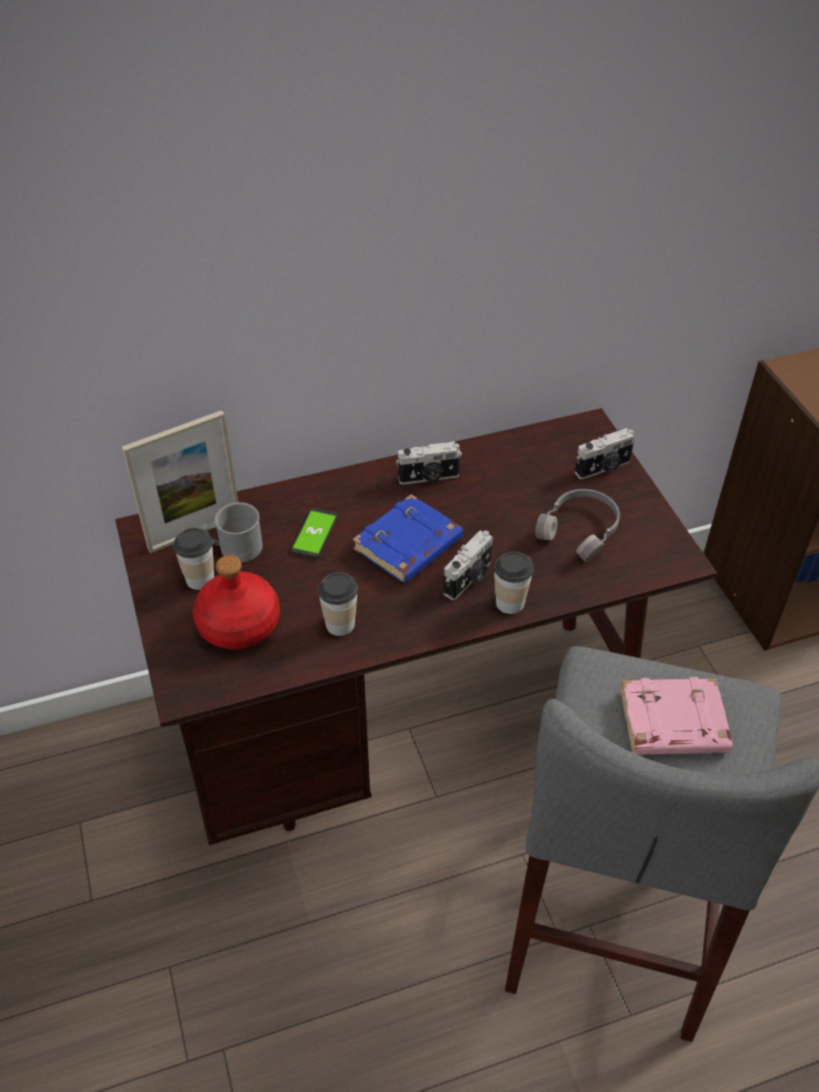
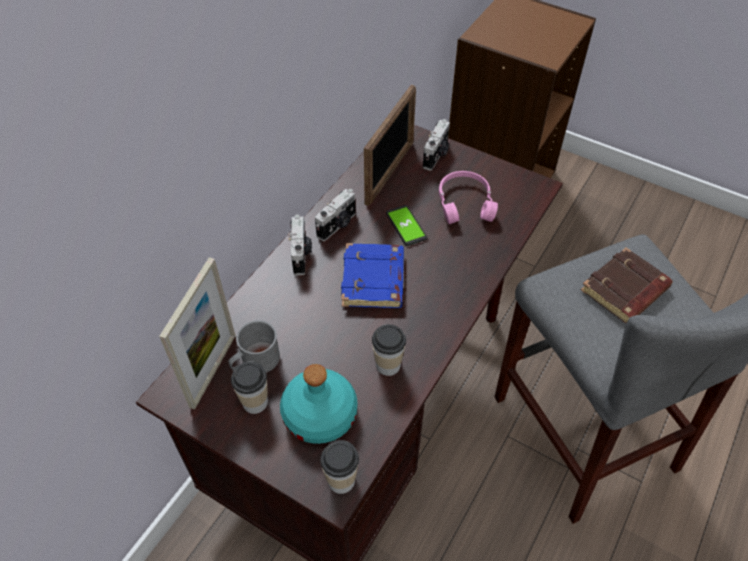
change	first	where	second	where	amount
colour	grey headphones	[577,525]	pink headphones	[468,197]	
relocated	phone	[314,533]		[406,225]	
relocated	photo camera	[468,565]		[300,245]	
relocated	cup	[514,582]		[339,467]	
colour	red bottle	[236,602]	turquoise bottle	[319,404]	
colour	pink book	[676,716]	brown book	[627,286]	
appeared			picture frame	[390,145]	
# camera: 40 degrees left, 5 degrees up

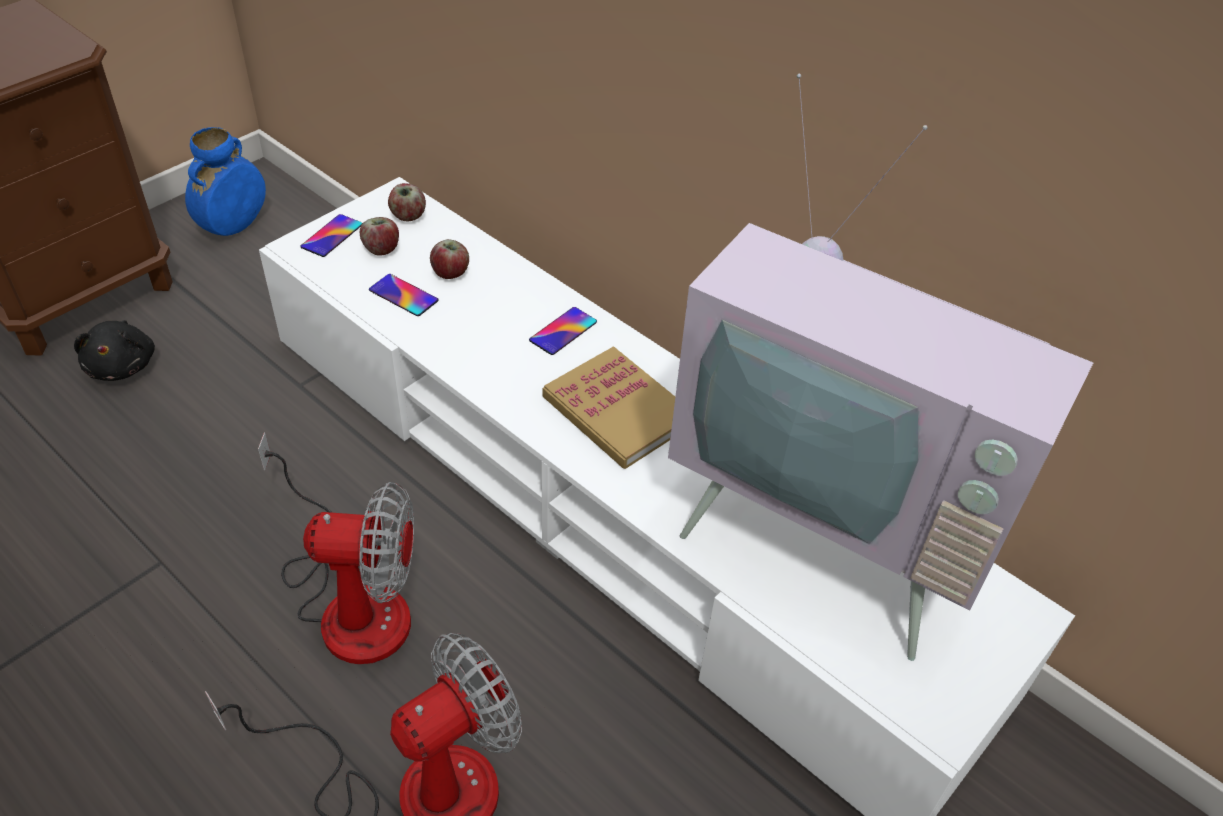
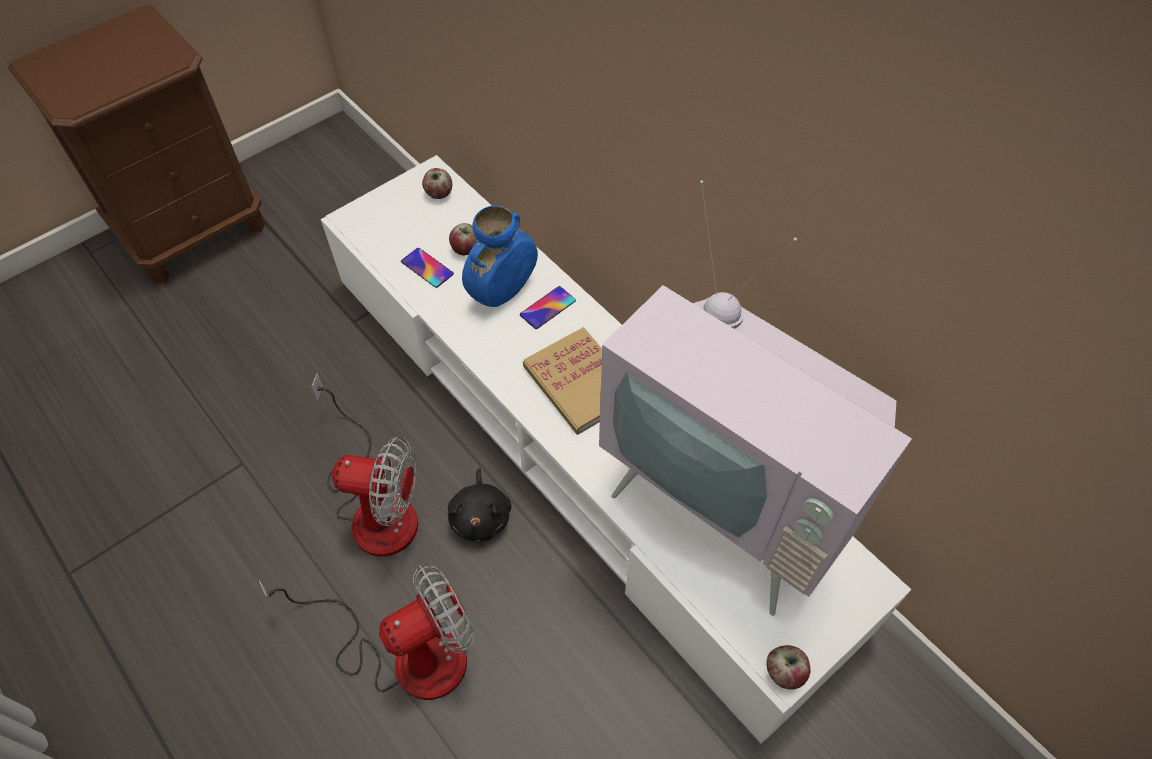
change	first	where	second	where	amount
relocated	blue vase	[225,181]		[500,256]	
missing	phone	[331,235]			
relocated	apple	[379,236]		[788,667]	
relocated	black plush toy	[114,350]		[479,505]	
# camera: 10 degrees right, 10 degrees up

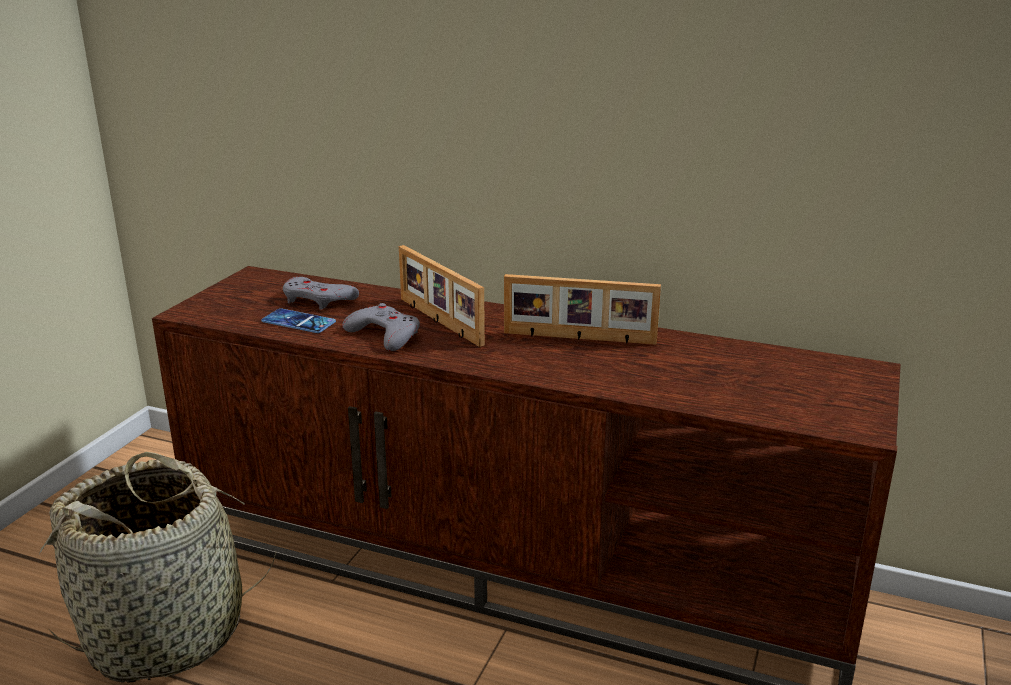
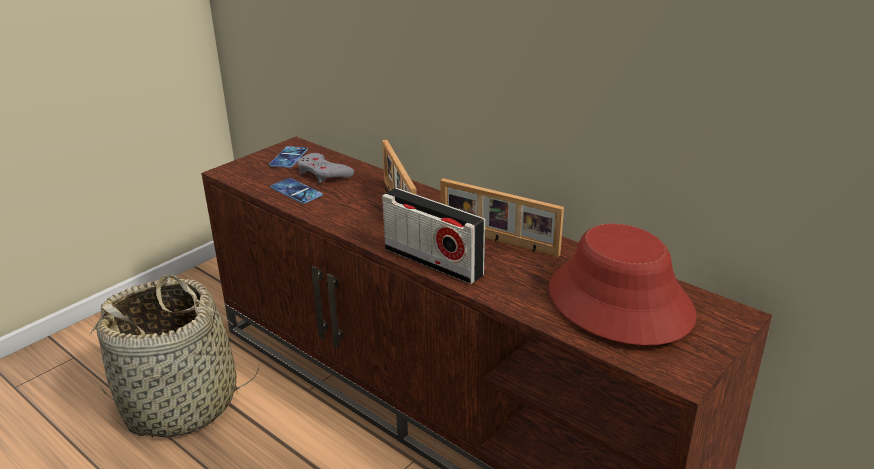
change	first	where	second	where	amount
missing	grey game controller	[381,327]			
appeared			phone	[288,157]	
appeared			radio	[433,236]	
appeared			red hat	[623,284]	
# camera: 20 degrees right, 5 degrees up

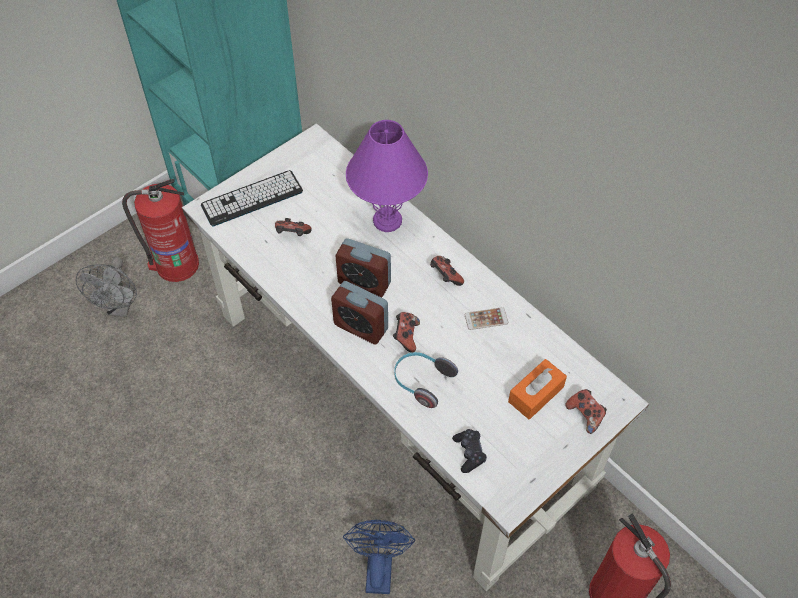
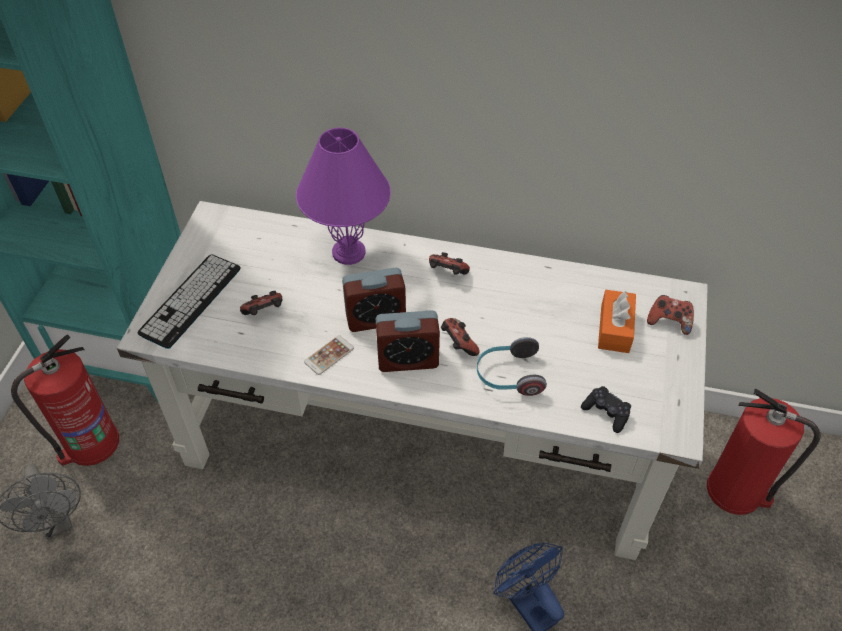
change	first	where	second	where	amount
relocated	phone	[486,318]		[329,355]	
# camera: 35 degrees left, 5 degrees down

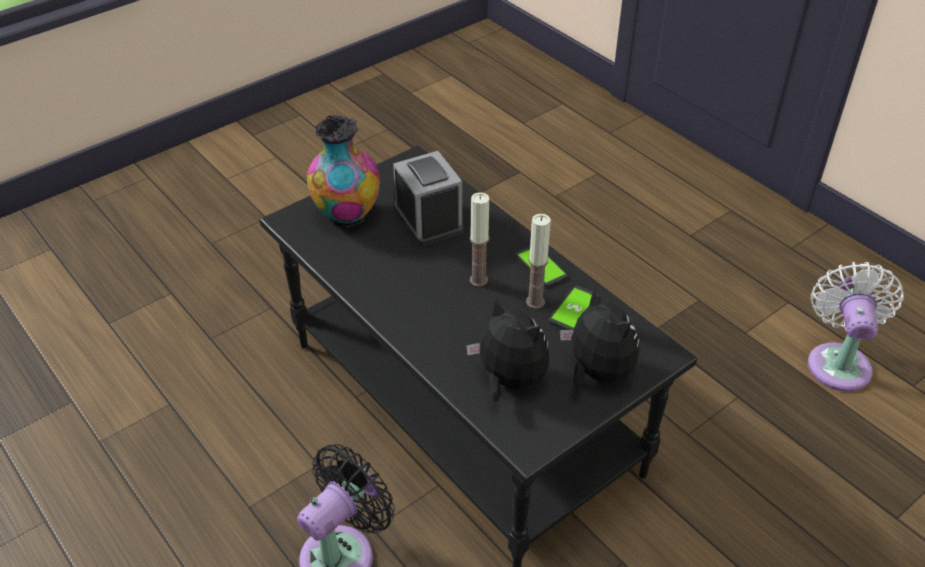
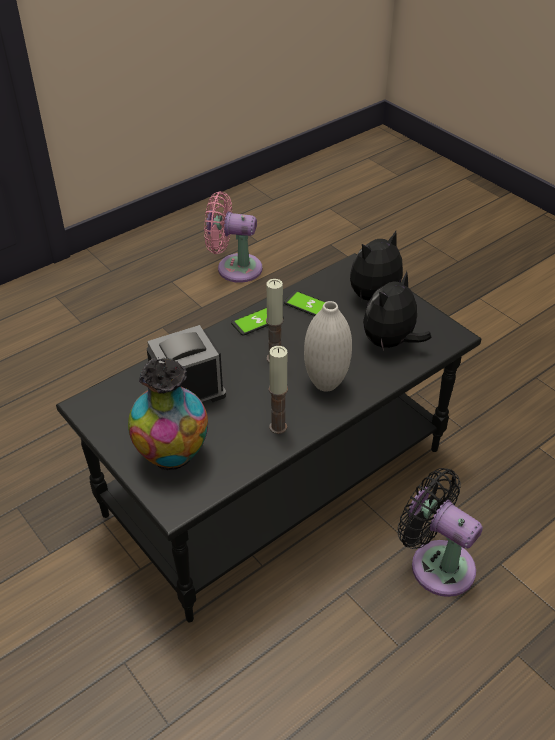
change	first	where	second	where	amount
relocated	candle	[538,261]		[278,390]	
colour	white fan	[856,327]	pink fan	[233,237]	
appeared			white vase	[328,346]	
# camera: 90 degrees left, 0 degrees up

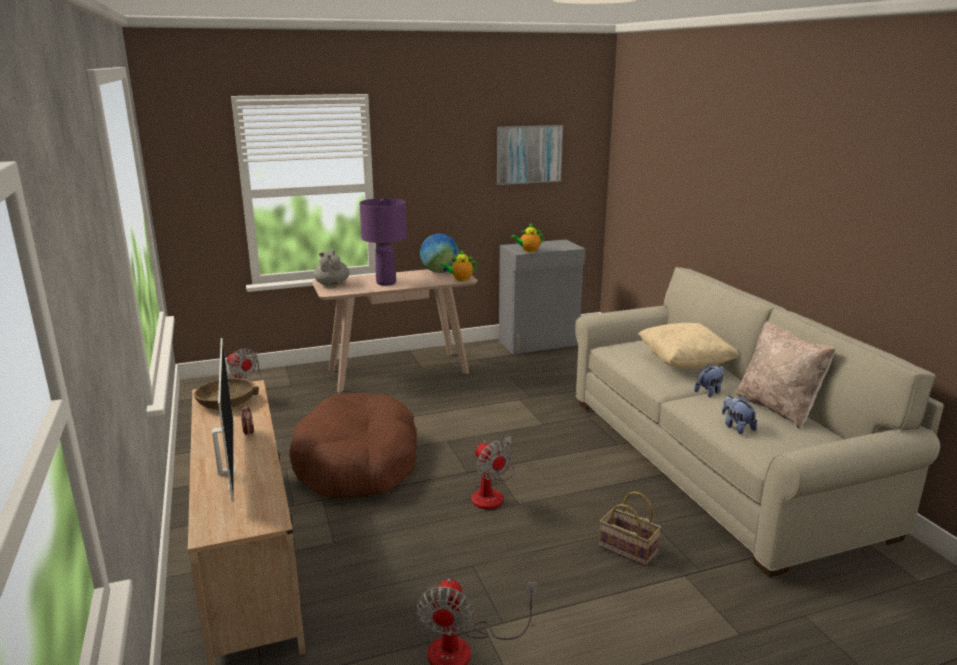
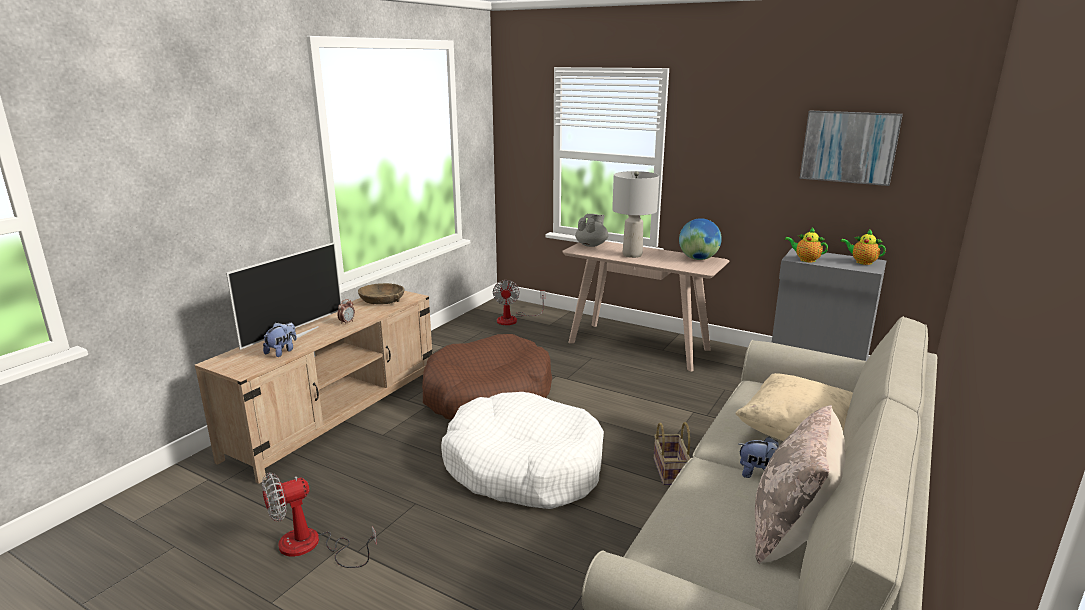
change	first	where	second	where	amount
colour	purple table lamp	[383,241]	grey table lamp	[635,214]	
relocated	teapot	[458,265]		[863,247]	
relocated	plush toy	[739,415]		[280,339]	
exchanged	fan	[493,472]	white dog bed	[522,450]	
relocated	basket	[630,529]		[672,453]	
# camera: 50 degrees right, 0 degrees up

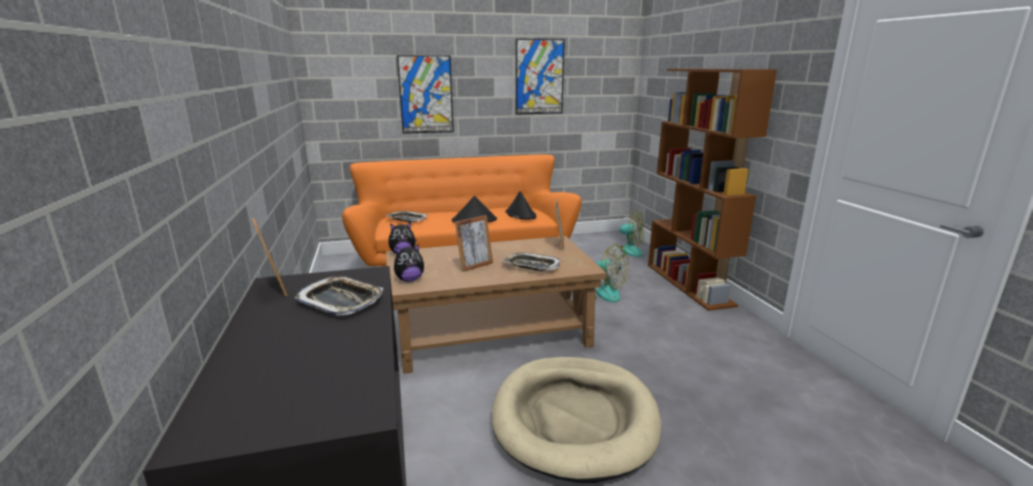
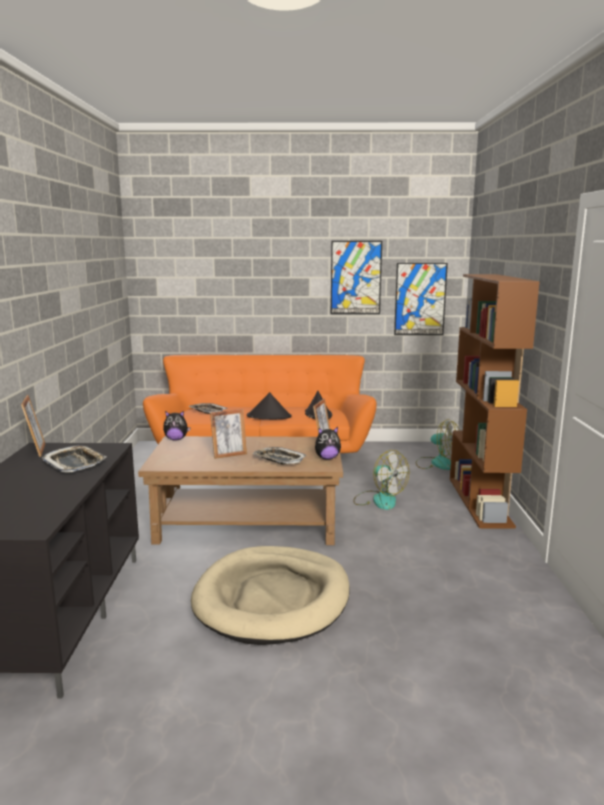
change	first	where	second	where	amount
relocated	picture	[425,94]		[421,299]	
relocated	plush toy	[409,263]		[328,443]	
# camera: 15 degrees right, 5 degrees down

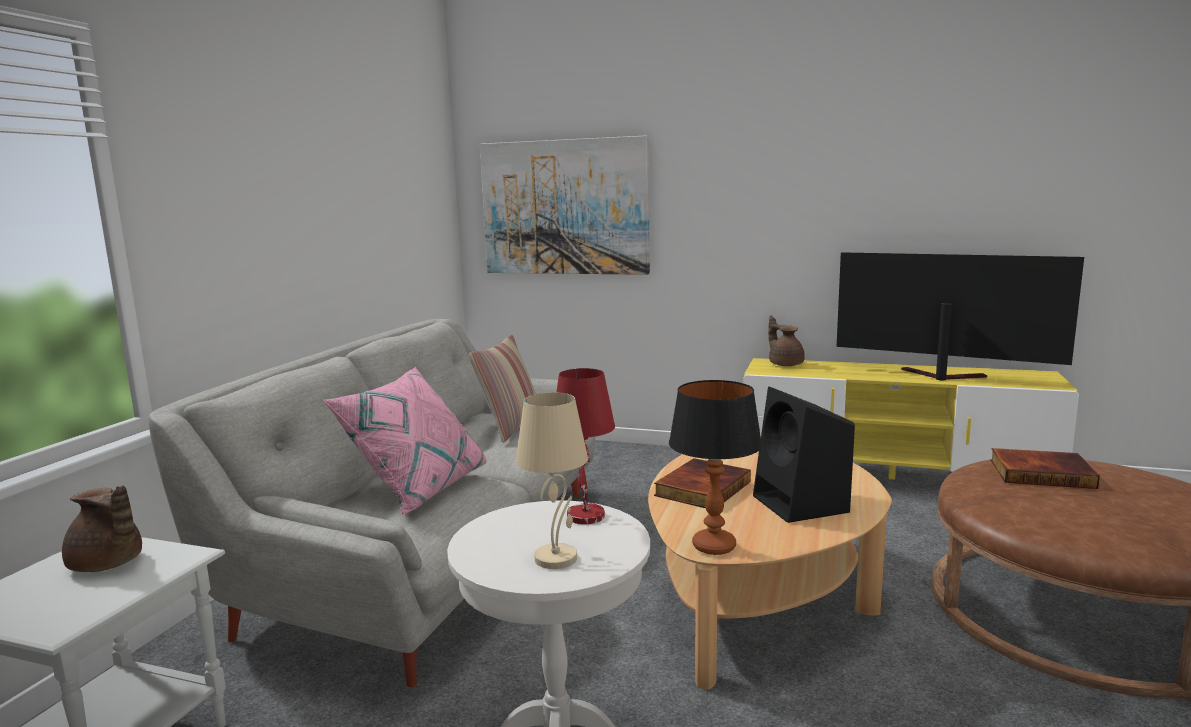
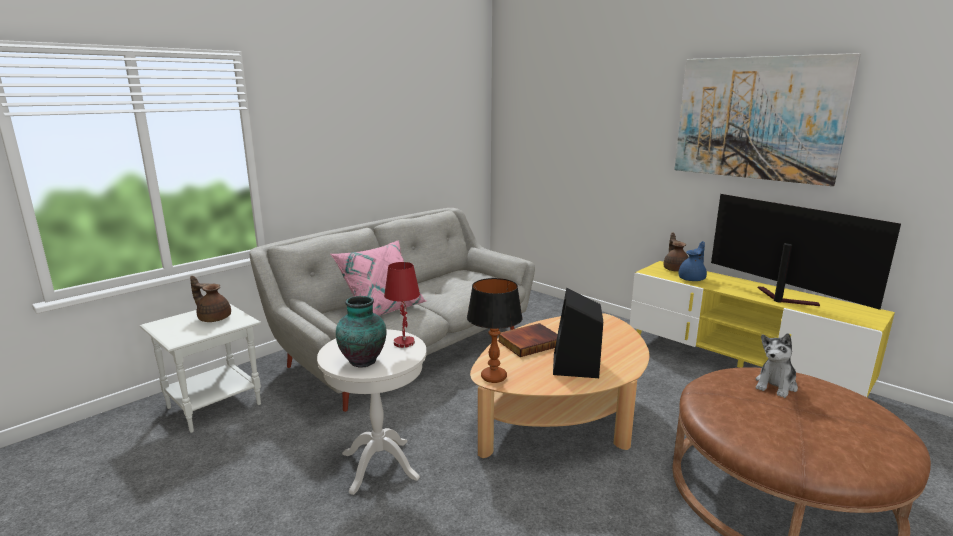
change	first	where	second	where	amount
relocated	picture	[565,205]		[767,119]	
missing	pillow	[502,389]			
exchanged	beige table lamp	[552,480]	vase	[361,332]	
exchanged	book	[1045,468]	plush toy	[777,365]	
spun	brown teapot	[102,528]		[210,299]	150 degrees clockwise
appeared			blue teapot	[693,261]	
# camera: 25 degrees right, 5 degrees up

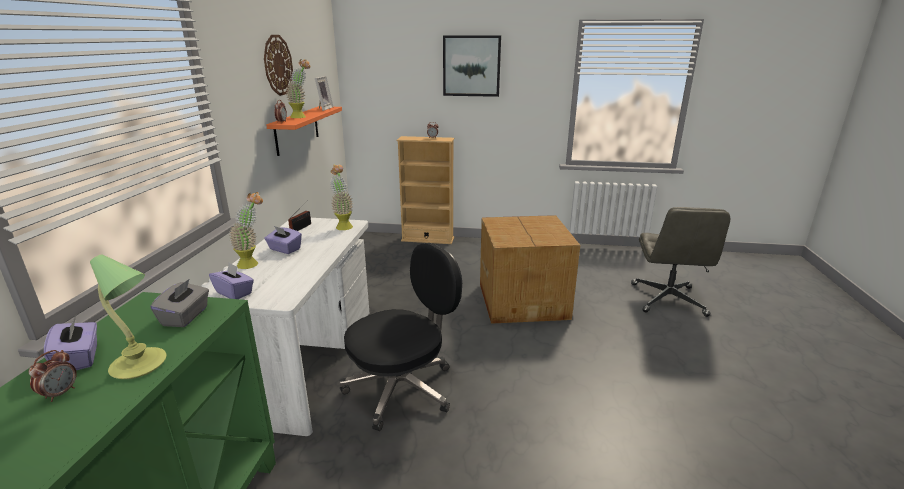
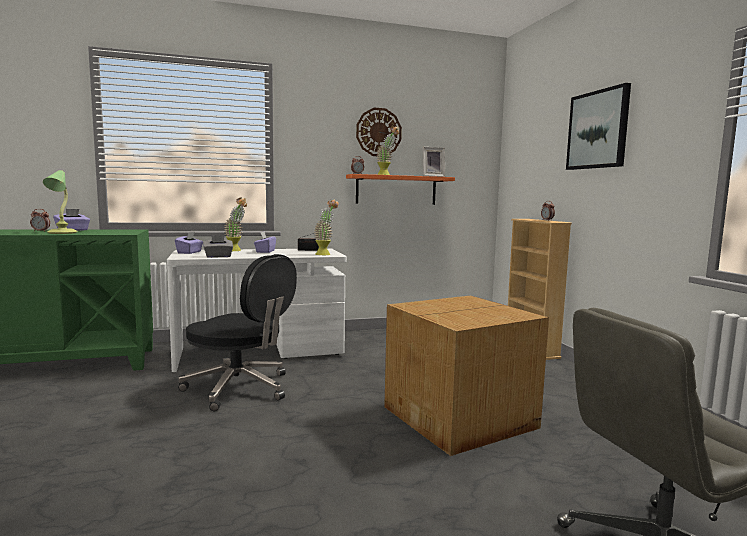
change	first	where	second	where	amount
relocated	grey tissue box	[179,303]		[218,246]	
# camera: 65 degrees right, 15 degrees down

